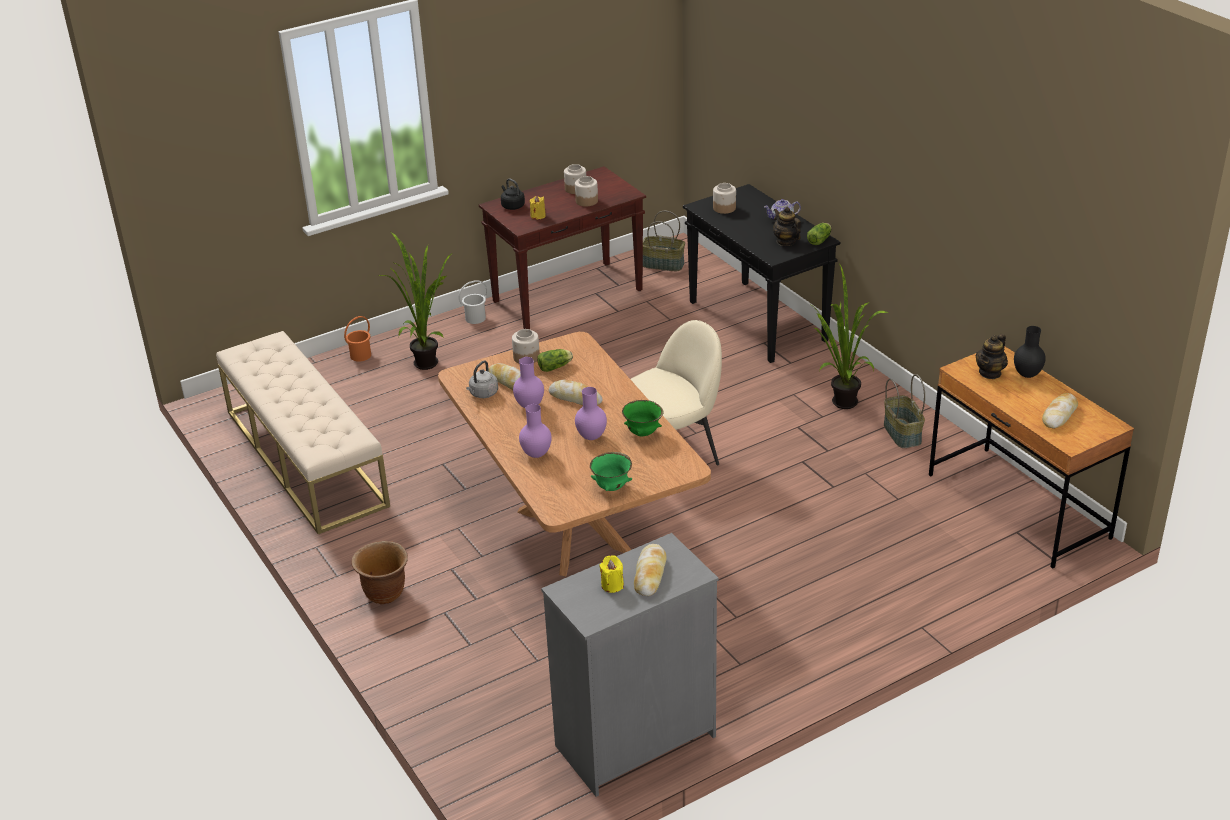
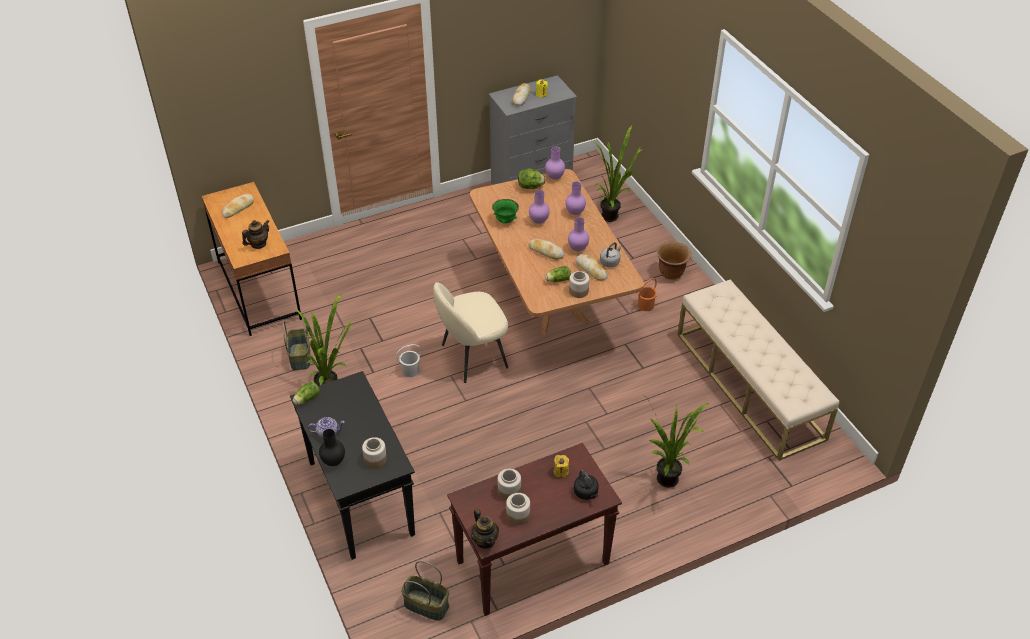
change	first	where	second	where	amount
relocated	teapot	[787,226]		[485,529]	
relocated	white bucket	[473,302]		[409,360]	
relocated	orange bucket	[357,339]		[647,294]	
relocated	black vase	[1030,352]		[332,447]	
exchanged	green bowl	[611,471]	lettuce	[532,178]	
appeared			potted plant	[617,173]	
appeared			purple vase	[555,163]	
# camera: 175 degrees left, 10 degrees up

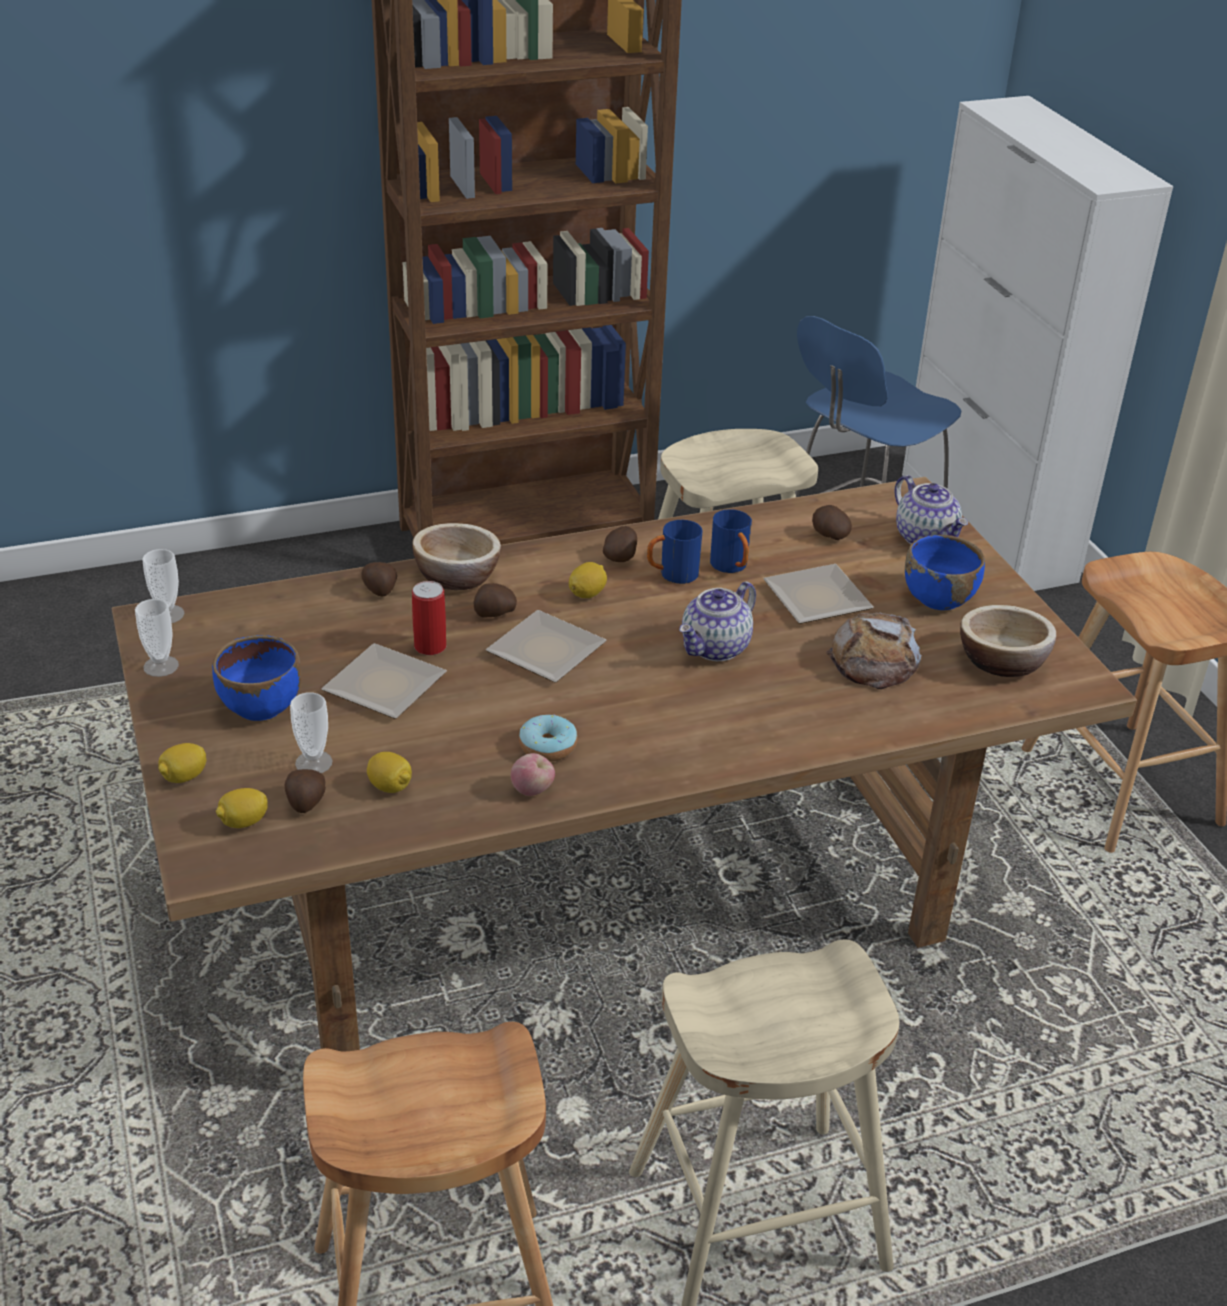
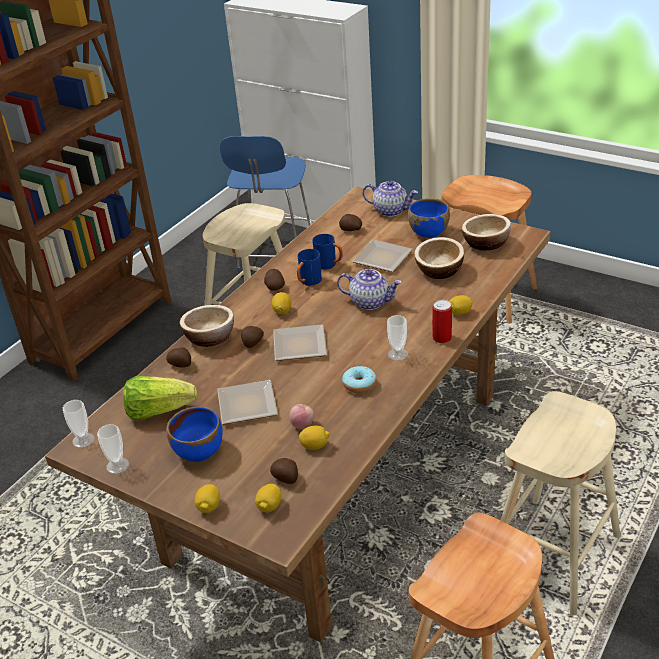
change	first	where	second	where	amount
relocated	can	[429,618]		[442,321]	
spun	teapot	[717,621]		[369,289]	75 degrees counterclockwise
exchanged	bread	[874,651]	bowl	[439,258]	
relocated	cup	[311,733]		[397,338]	
relocated	apple	[533,774]		[302,416]	
appeared			lemon	[460,305]	
appeared			lettuce	[160,398]	
# camera: 35 degrees left, 0 degrees up

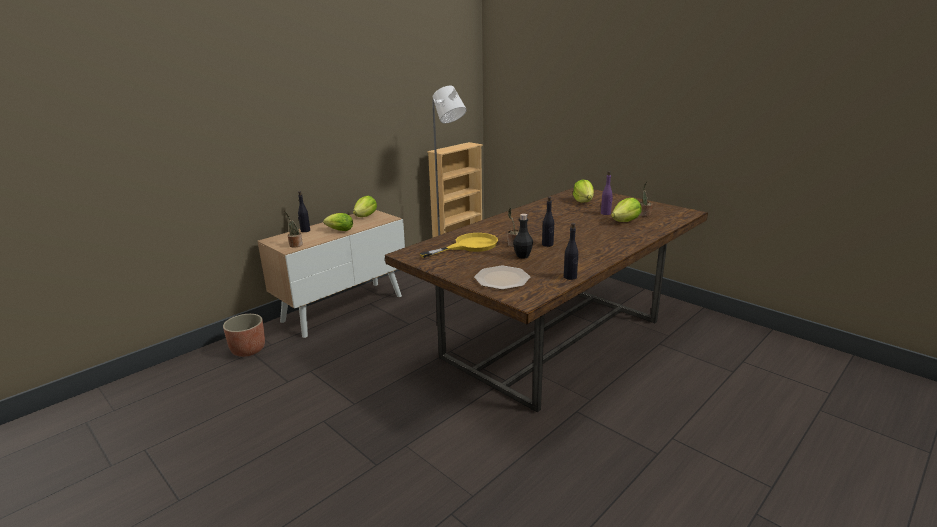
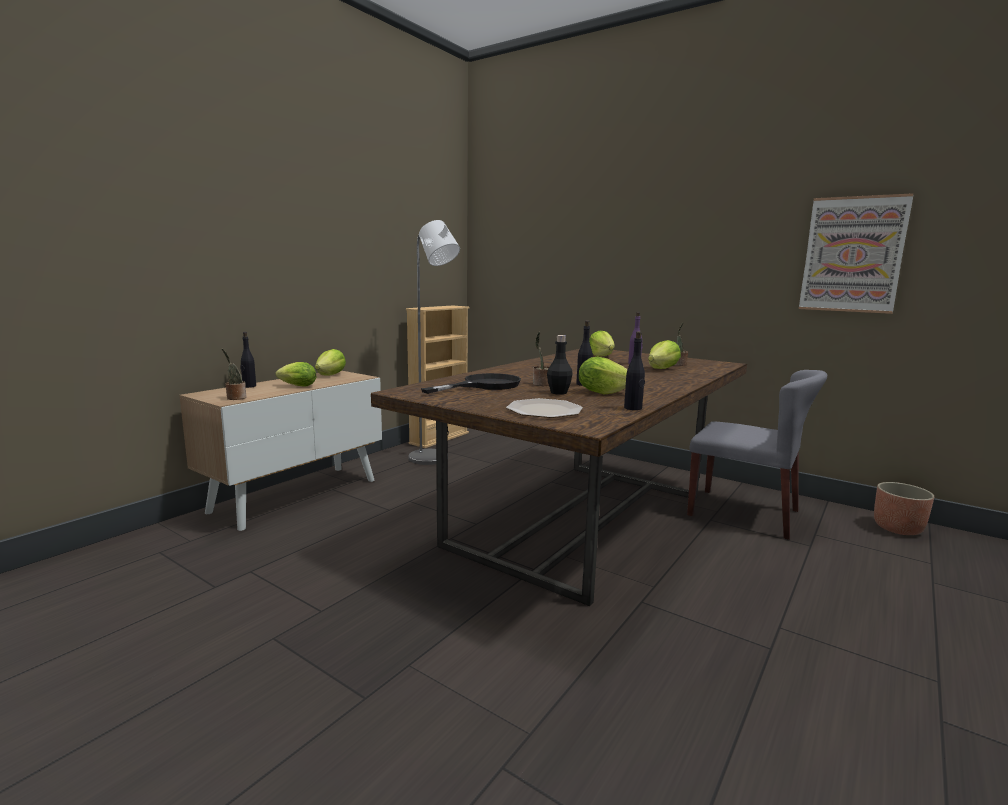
change	first	where	second	where	amount
colour	yellow frying pan	[458,245]	black frying pan	[471,383]	
relocated	planter	[244,335]		[904,508]	
appeared			picture	[856,253]	
appeared			lettuce	[603,376]	
appeared			grey chair	[757,455]	
# camera: 10 degrees left, 10 degrees down

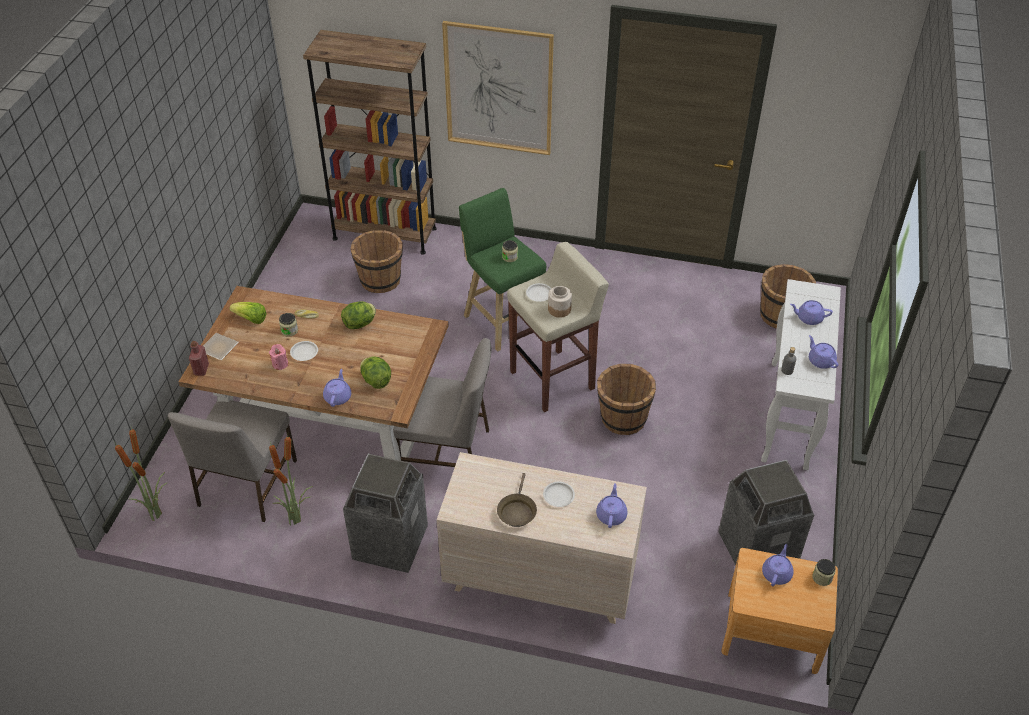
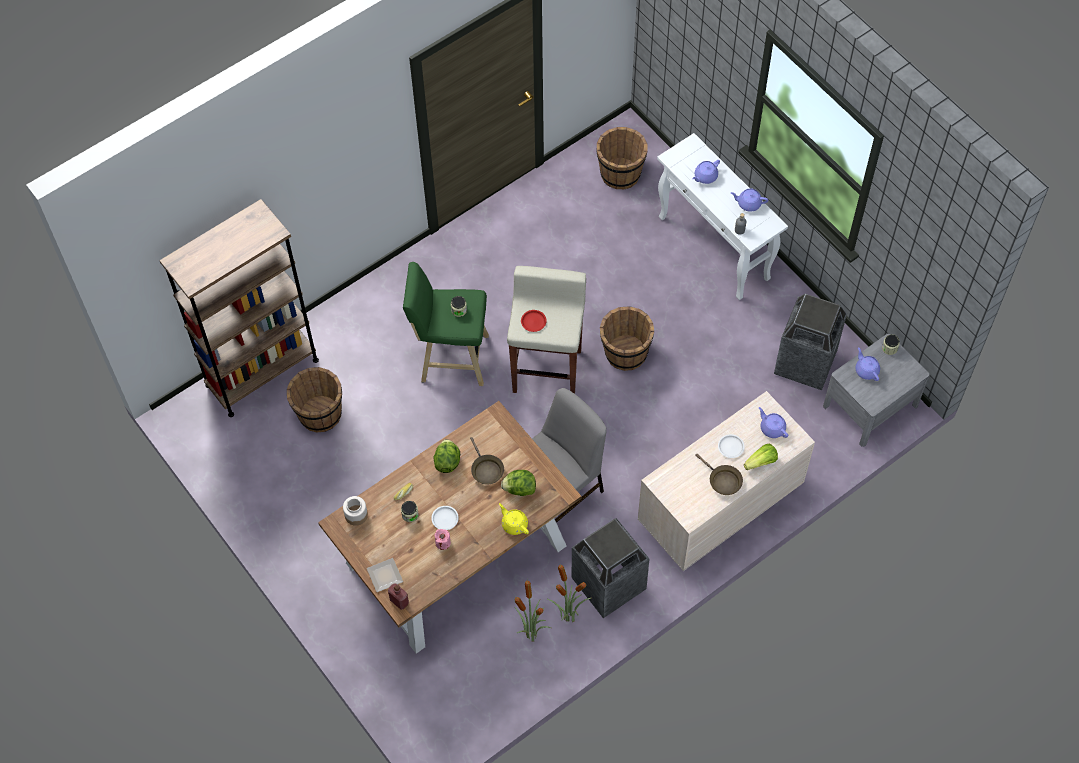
change	first	where	second	where	amount
missing	picture	[498,88]			
colour	white plate	[538,292]	red plate	[534,321]	
relocated	jar	[560,302]		[355,511]	
relocated	lettuce	[248,313]		[761,457]	
colour	purple teapot	[337,388]	yellow teapot	[514,519]	
missing	grey chair	[232,461]			
relocated	potted plant	[141,472]		[569,593]	
colour	brown nightstand	[779,611]	grey nightstand	[876,390]	
appeared			brown frying pan	[487,461]	
# camera: 50 degrees left, 15 degrees up

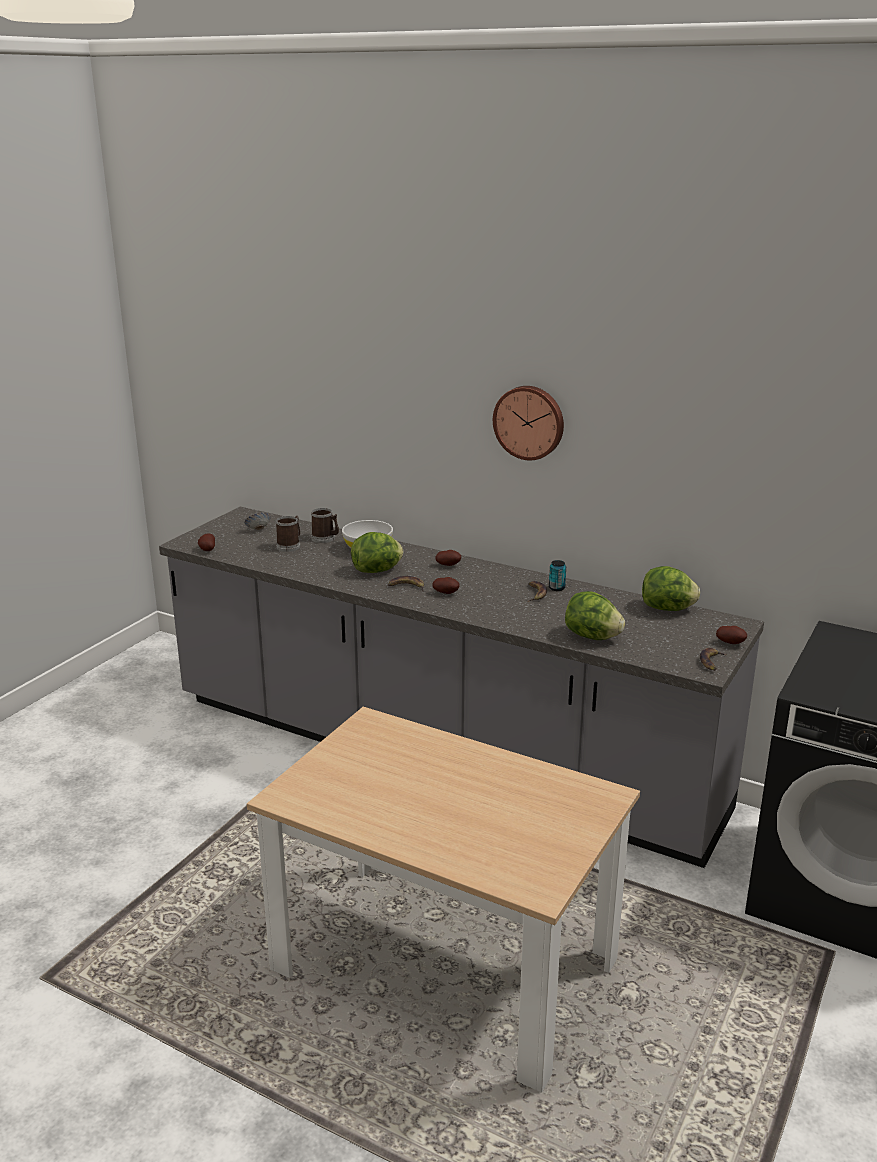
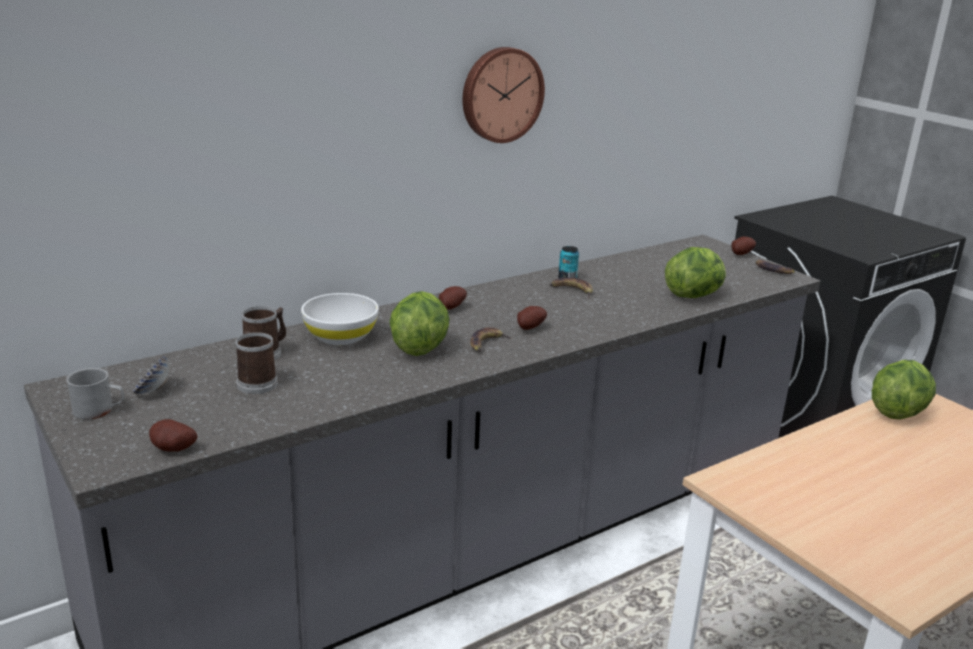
change	first	where	second	where	amount
relocated	lettuce	[671,588]		[904,389]	
appeared			grey mug	[95,394]	
# camera: 65 degrees left, 0 degrees up

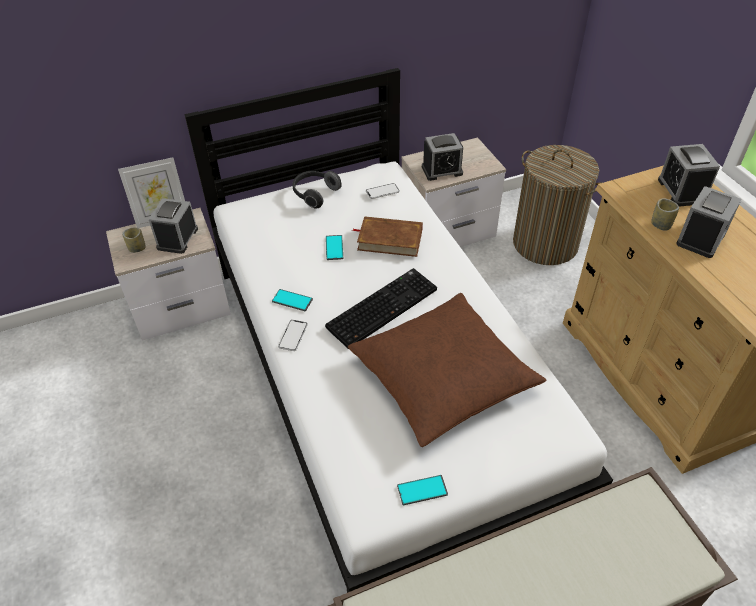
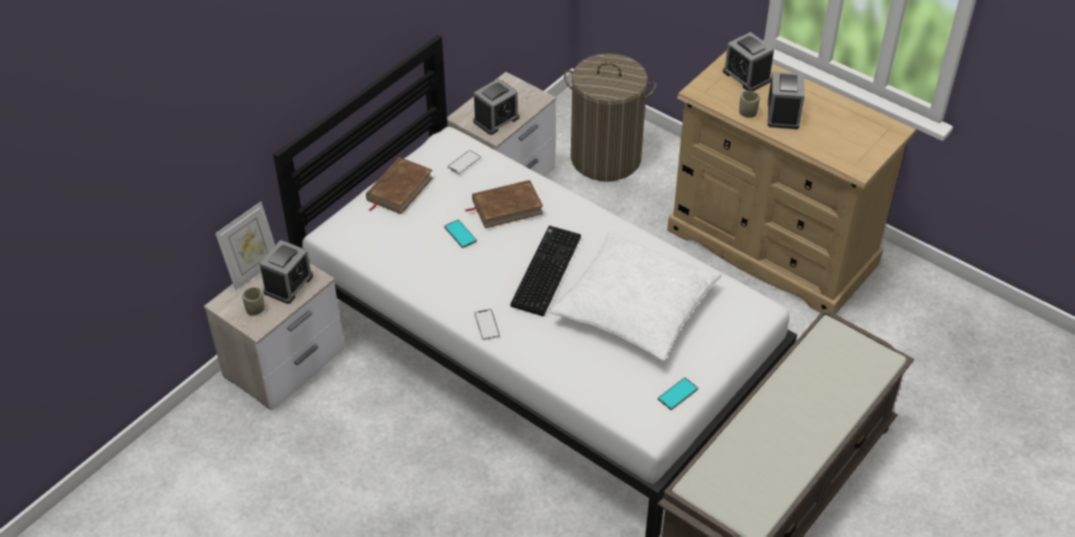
change	first	where	second	where	amount
exchanged	headphones	[317,190]	brown book	[399,185]	
spun	alarm clock	[173,226]		[286,272]	135 degrees counterclockwise
missing	phone	[292,300]			
colour	brown pillow	[447,370]	white pillow	[636,296]	
# camera: 30 degrees left, 0 degrees up

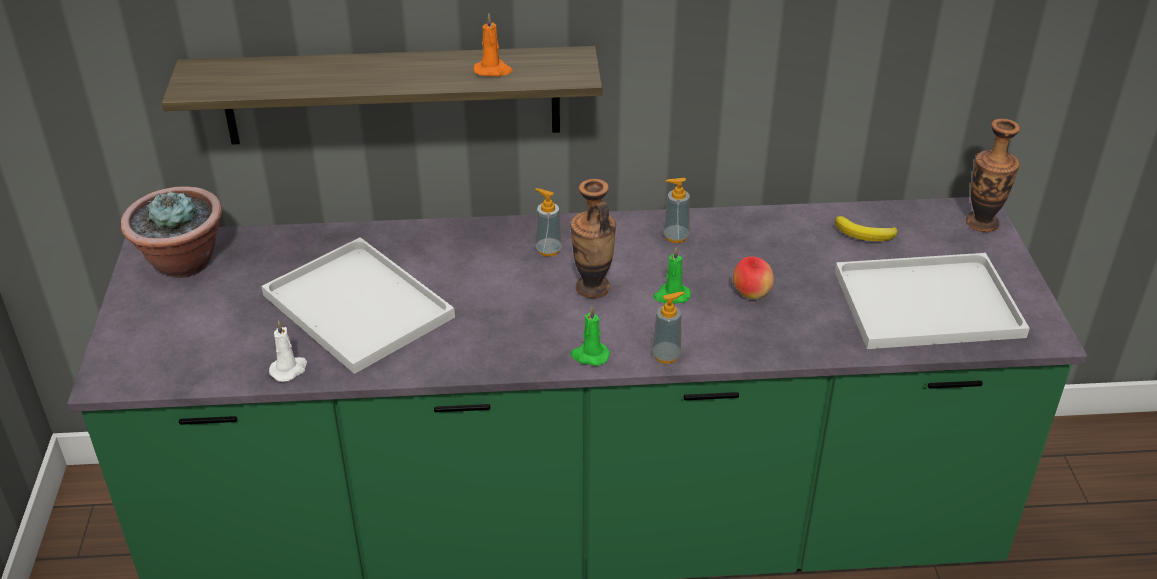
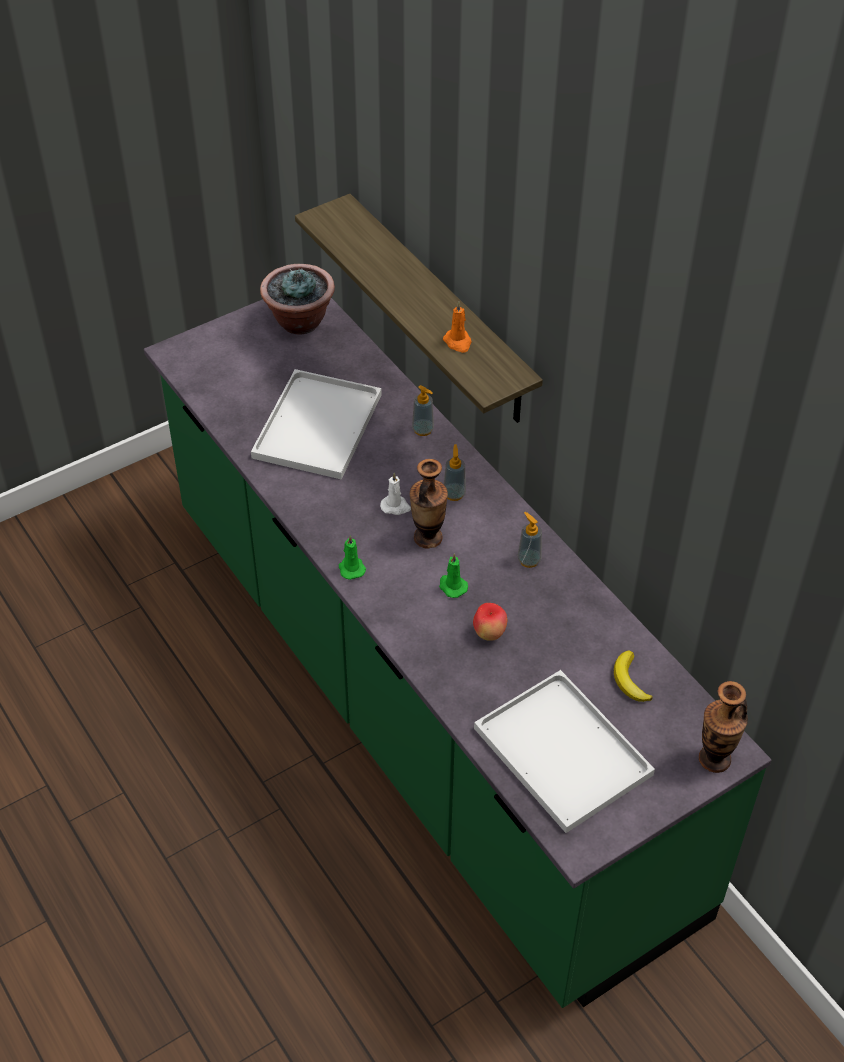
change	first	where	second	where	amount
relocated	soap dispenser	[668,328]		[423,410]	
relocated	white candle	[288,351]		[395,493]	
# camera: 60 degrees right, 10 degrees up

